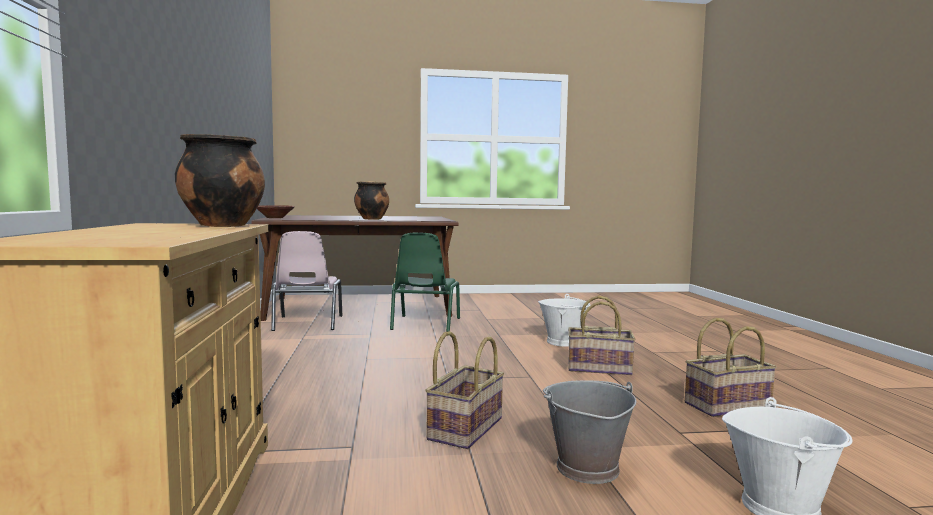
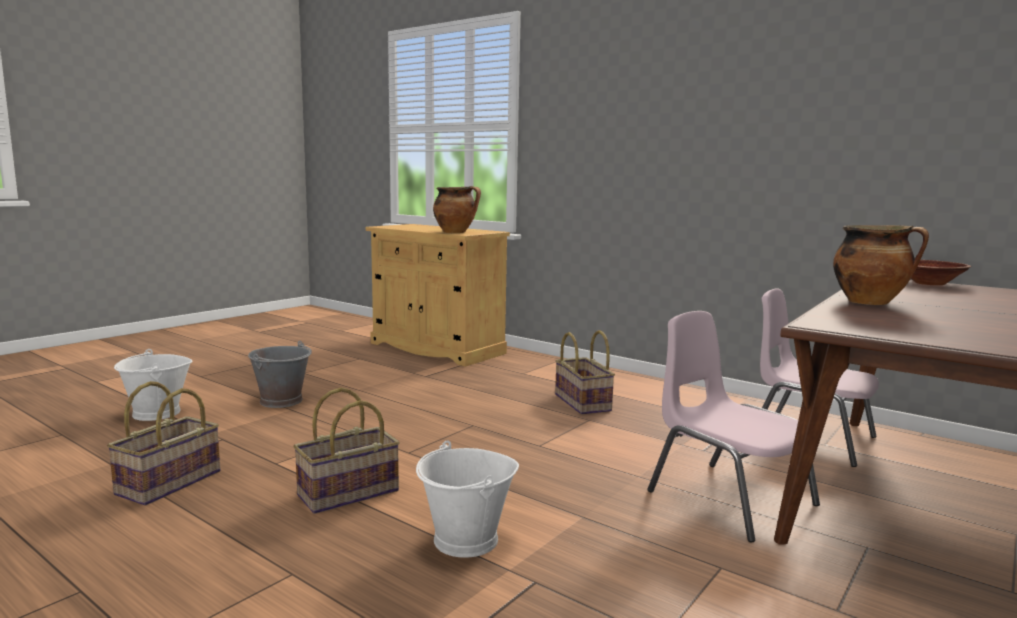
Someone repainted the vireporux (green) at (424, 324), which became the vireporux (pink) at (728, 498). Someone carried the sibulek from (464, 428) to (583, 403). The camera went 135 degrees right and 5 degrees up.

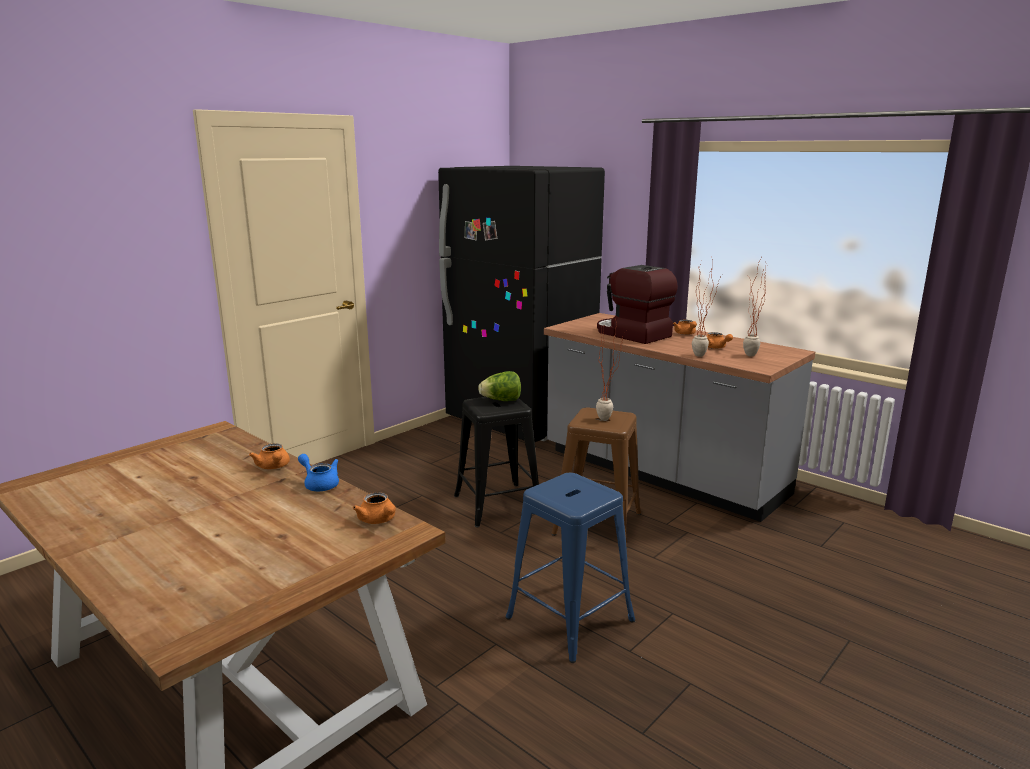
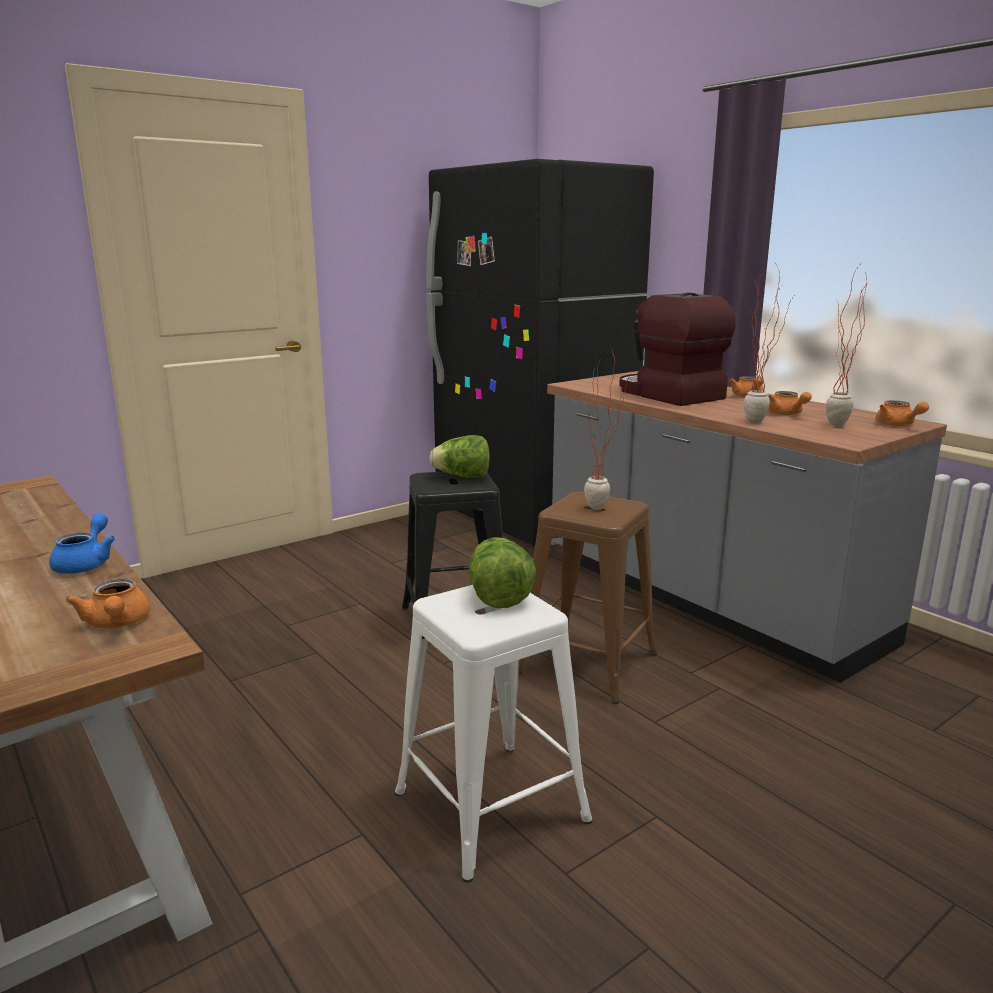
Someone carried the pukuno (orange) from (273, 467) to (897, 425). Someone rotated the pukuno (blue) at (319, 484) by 45 degrees clockwise. Someone repainted the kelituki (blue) at (569, 619), which became the kelituki (white) at (490, 806). Someone put down the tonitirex at (498, 596). The camera went 10 degrees right and 0 degrees up.

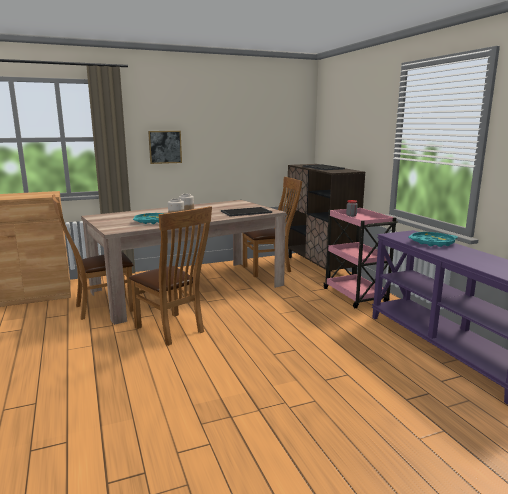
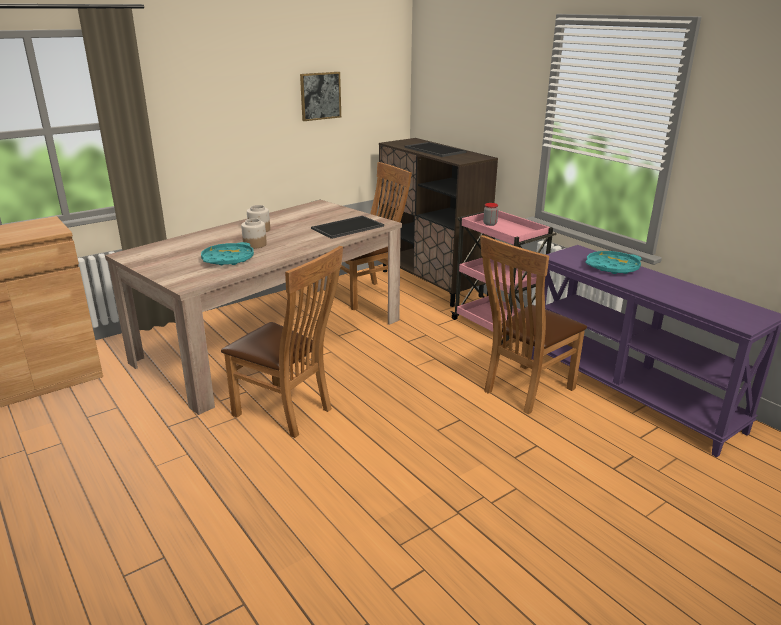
Someone carried the vireporux (brown) from (100, 308) to (524, 391). Someone carried the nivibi from (165, 147) to (320, 96). The camera went 15 degrees left and 10 degrees up.

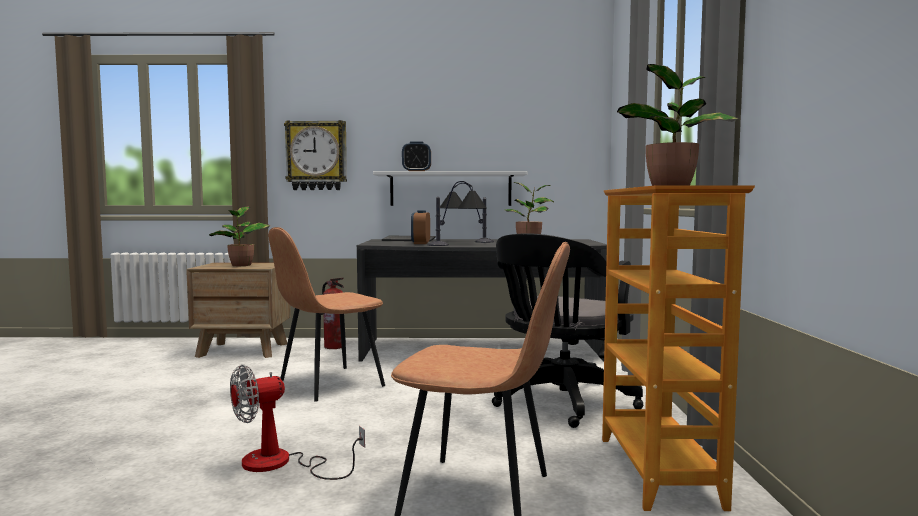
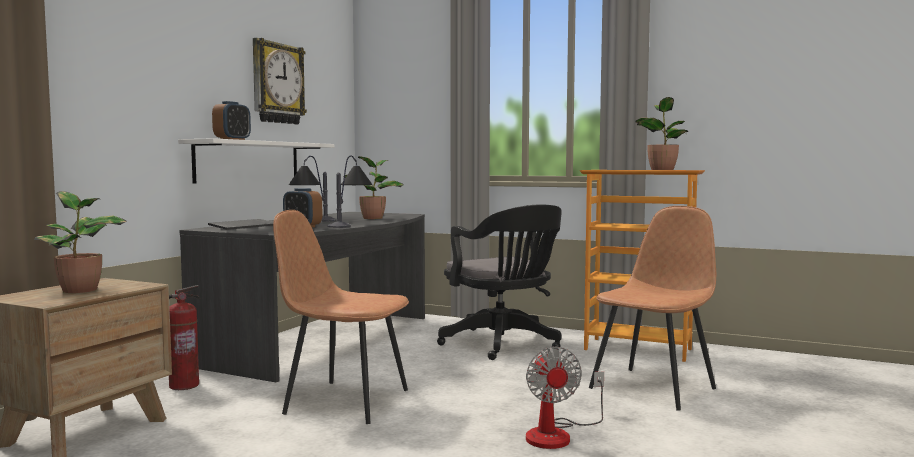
Someone rotated the vireporux (brown) at (328, 384) by 120 degrees clockwise. Someone carried the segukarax from (316, 156) to (277, 83). The camera went 65 degrees left and 0 degrees up.

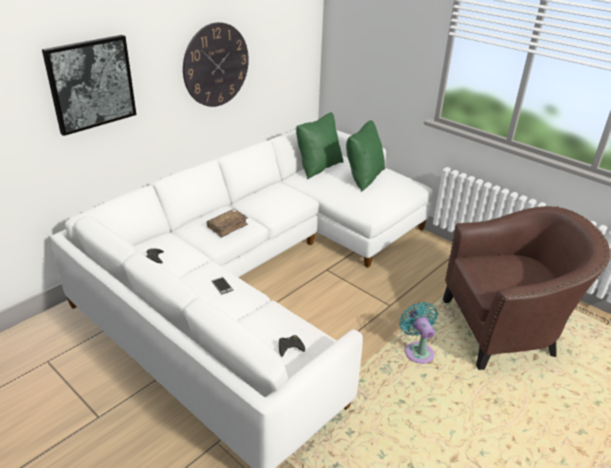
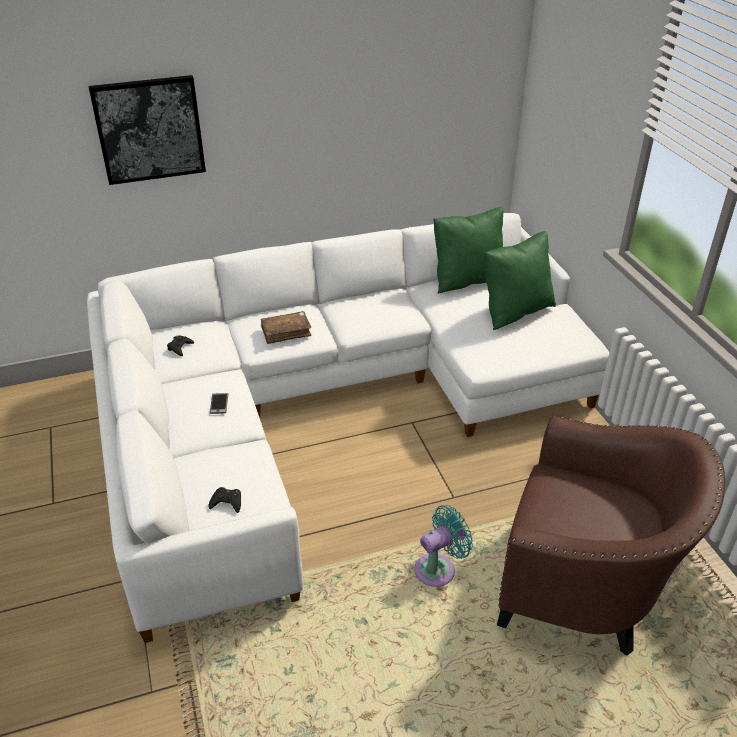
Someone took away the segukarax at (216, 65). Someone rotated the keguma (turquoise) at (417, 351) by 45 degrees clockwise. The camera went 30 degrees right and 5 degrees up.

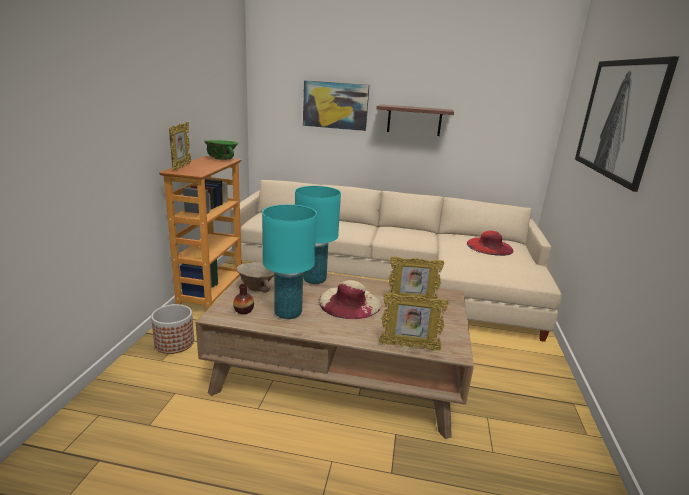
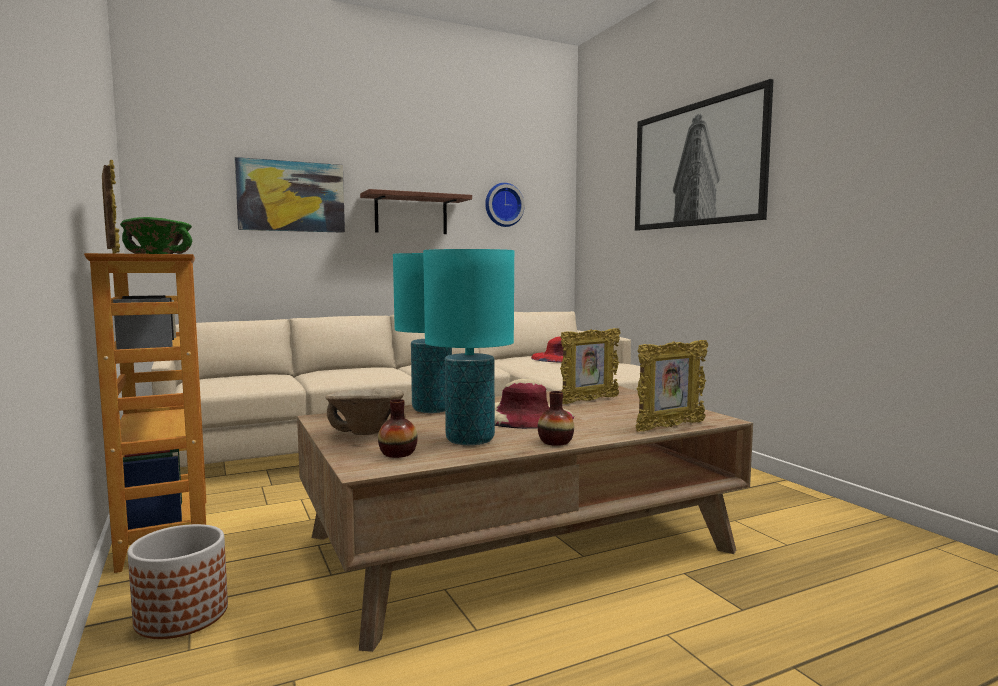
Someone put up the segukarax at (503, 205). Someone put down the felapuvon at (555, 442). The camera went 35 degrees left and 15 degrees down.

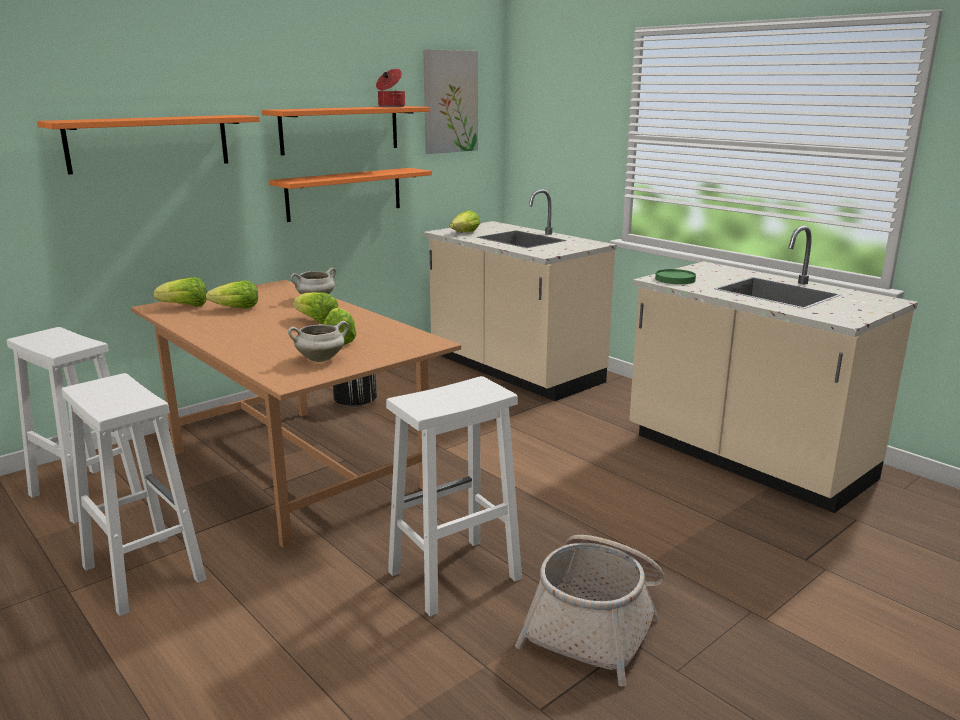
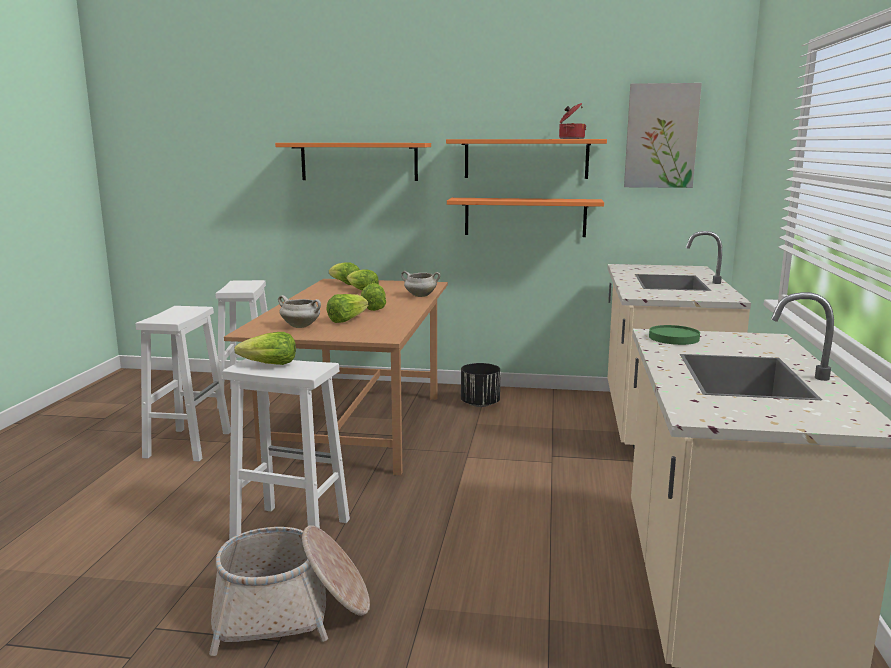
Someone carried the tonitirex from (465, 233) to (269, 365). The camera went 50 degrees right and 5 degrees down.

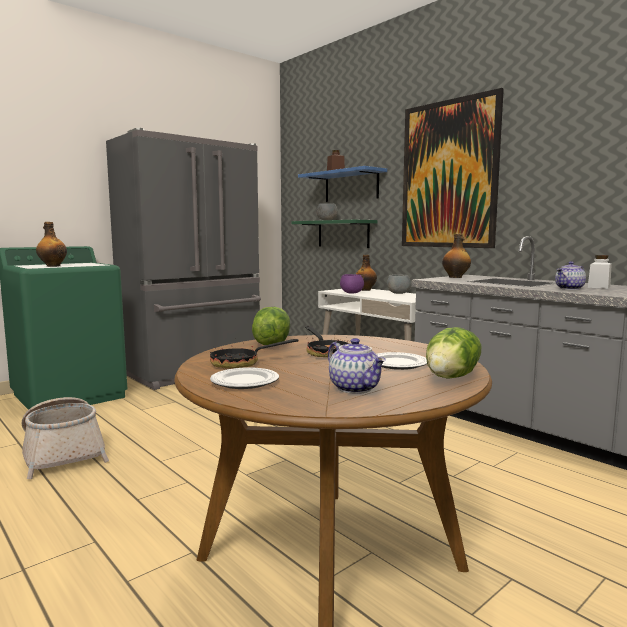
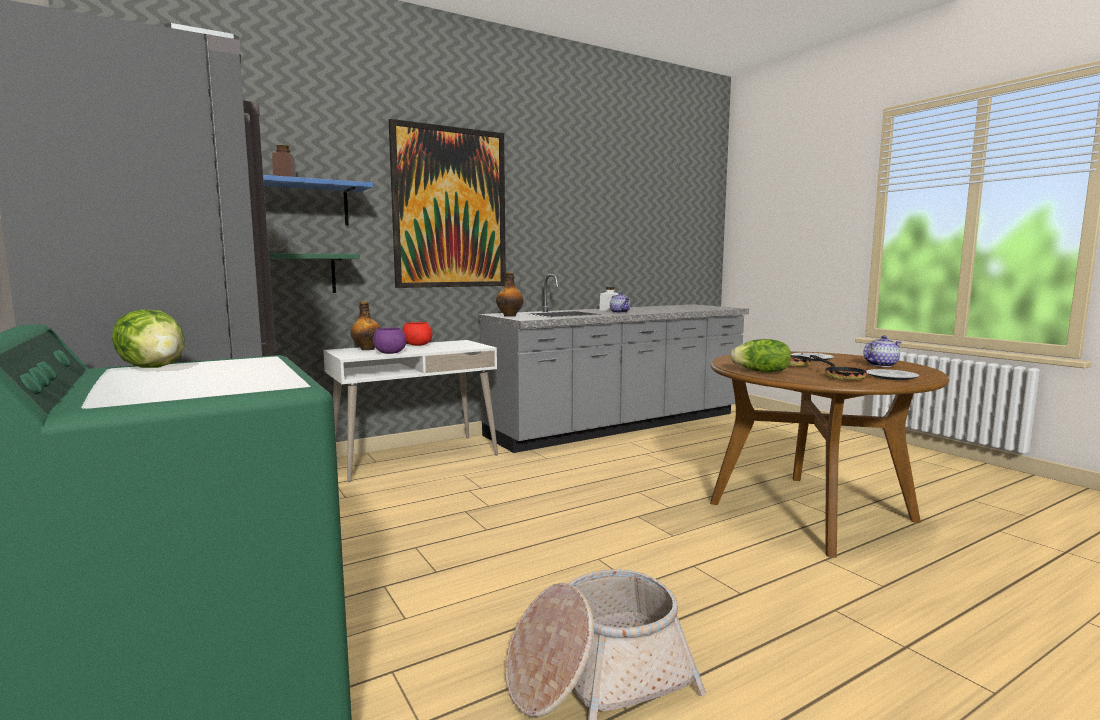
Someone took away the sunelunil at (53, 266). Someone repainted the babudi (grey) at (398, 293), which became the babudi (red) at (417, 345). Someone carried the tonitirex from (452, 377) to (155, 367). The camera went 80 degrees left and 0 degrees up.

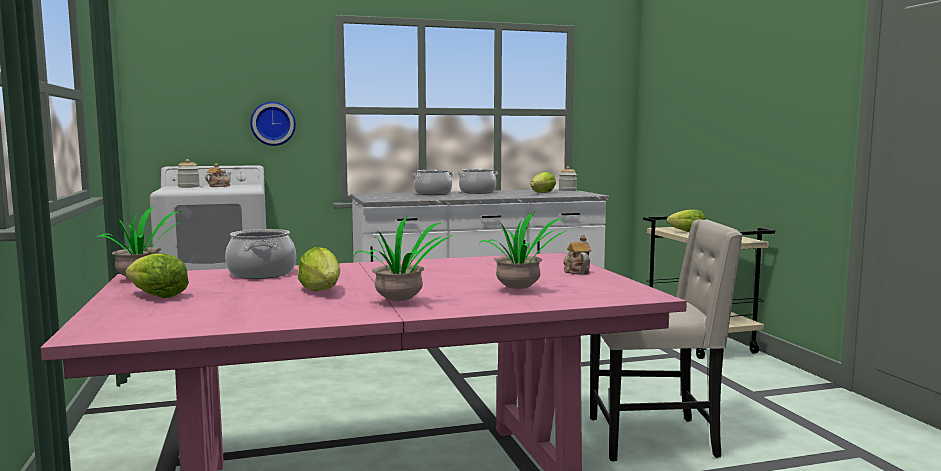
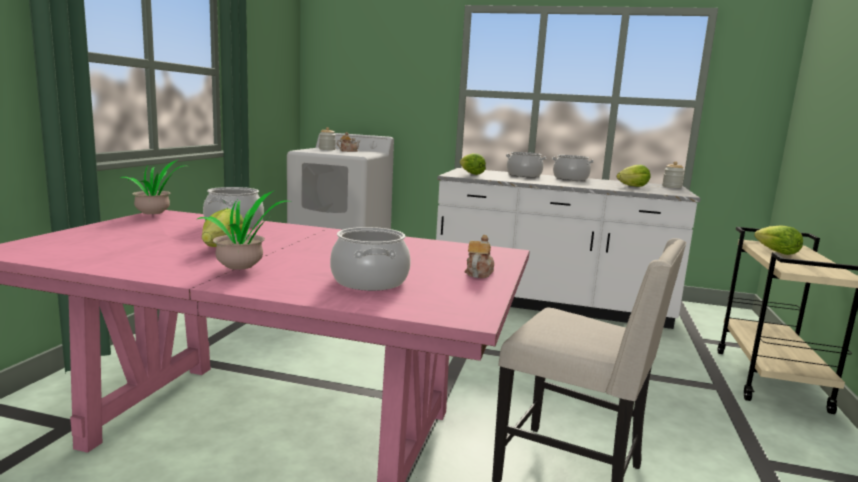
Someone carried the tonitirex from (157, 296) to (471, 174). Someone took away the segukarax at (273, 123). Someone swapped the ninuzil at (521, 290) for the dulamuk at (369, 281). The camera went 30 degrees right and 5 degrees up.

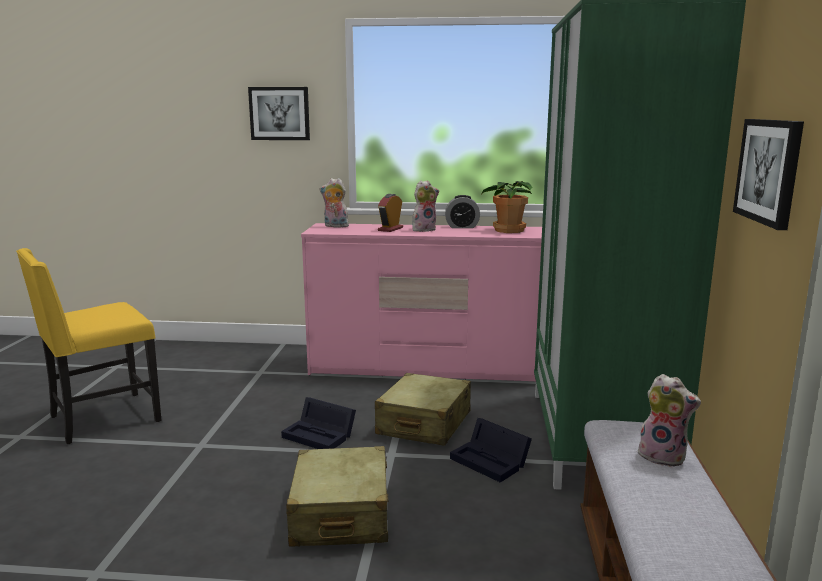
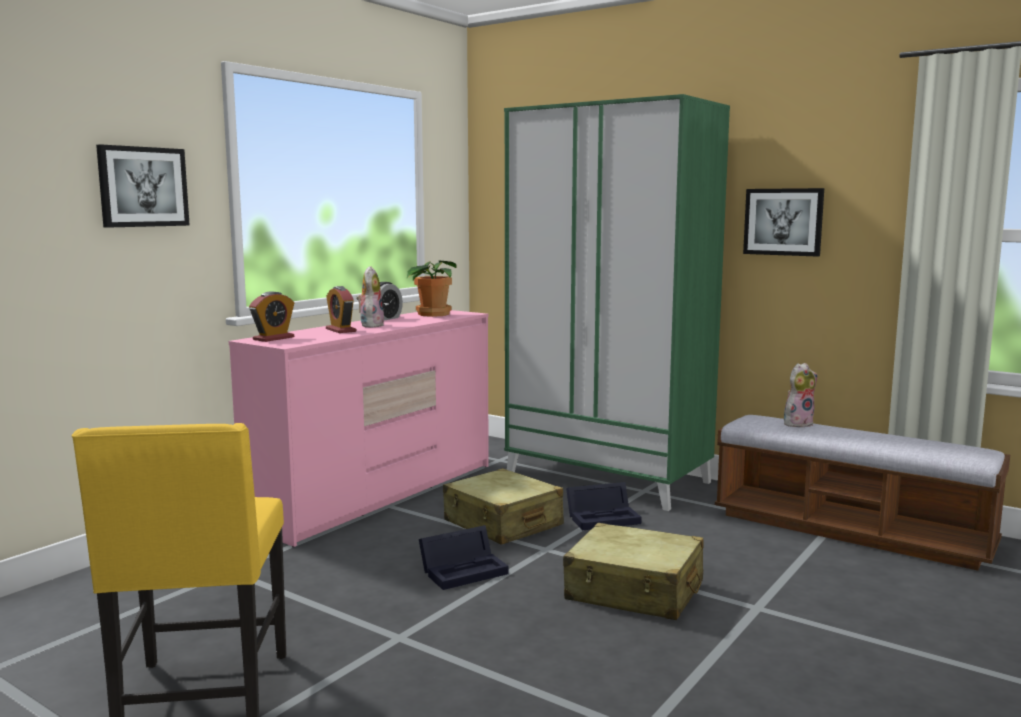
Someone swapped the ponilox at (335, 226) for the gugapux at (273, 338). The camera went 60 degrees left and 5 degrees down.

